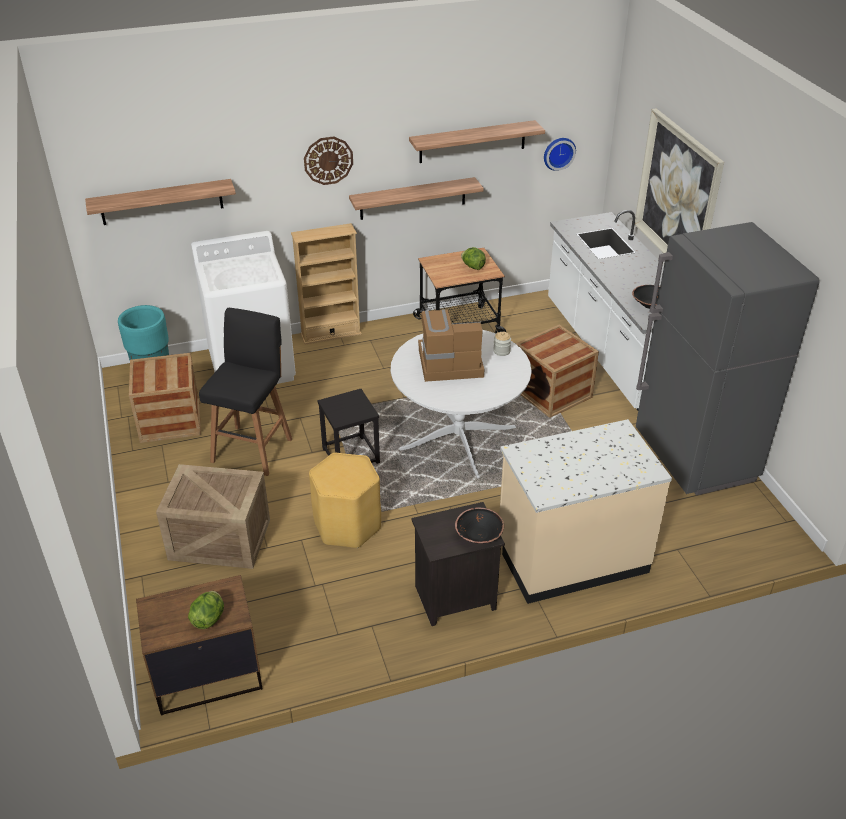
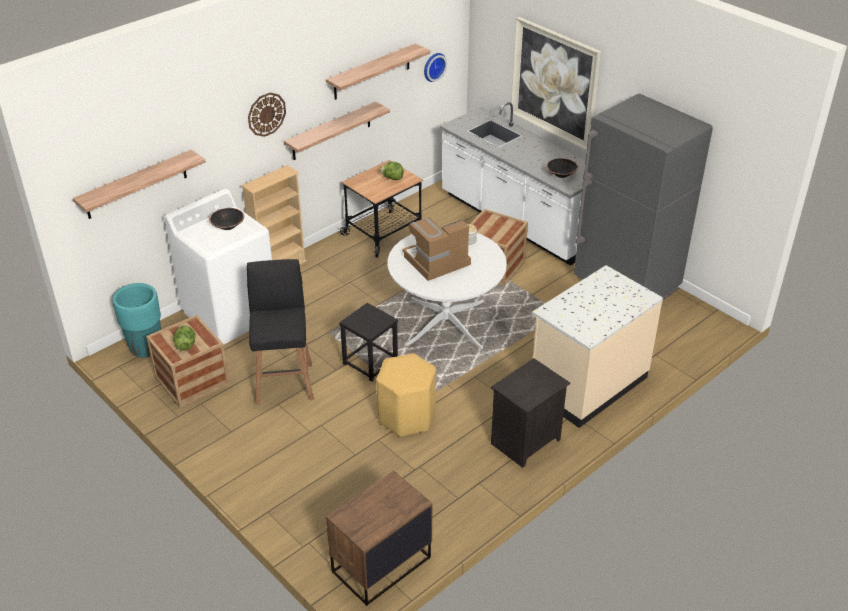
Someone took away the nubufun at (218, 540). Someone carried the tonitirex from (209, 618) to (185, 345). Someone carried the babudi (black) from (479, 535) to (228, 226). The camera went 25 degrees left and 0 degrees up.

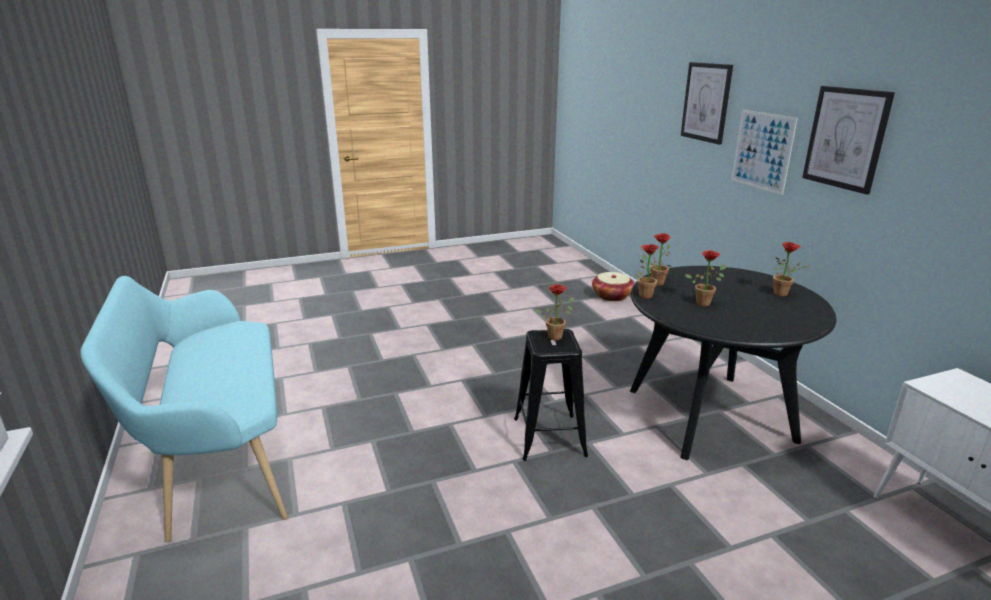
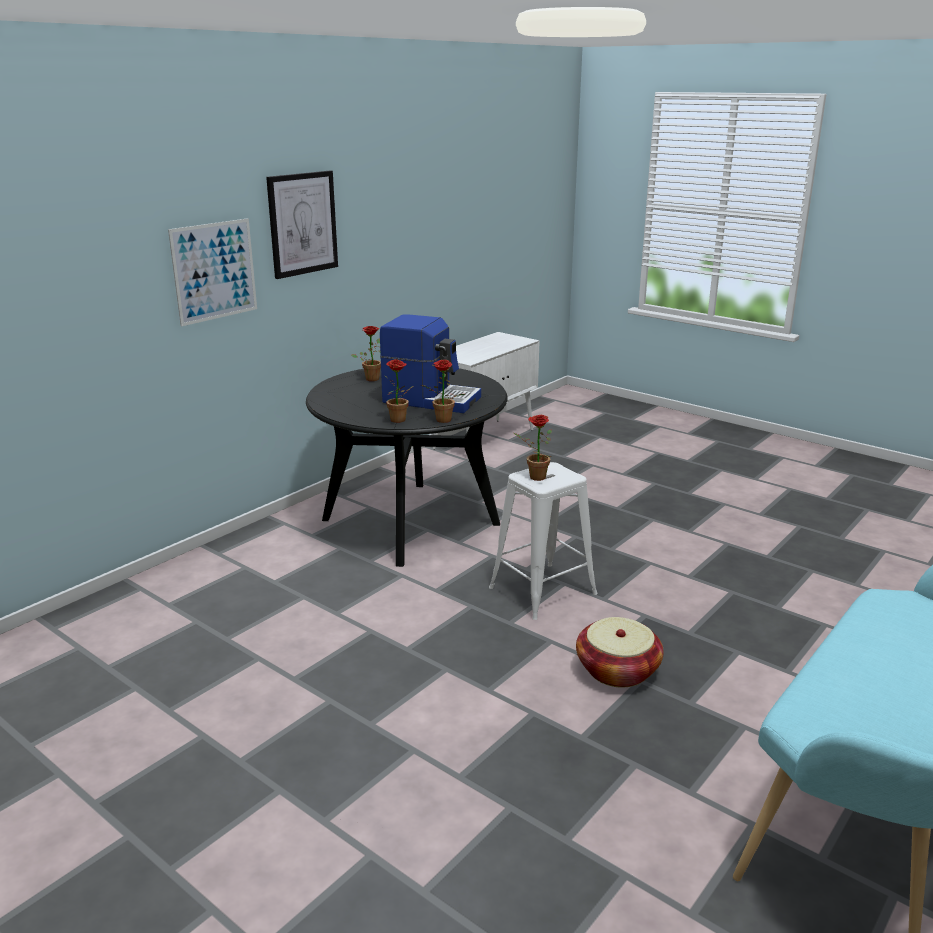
Someone repainted the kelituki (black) at (549, 437), which became the kelituki (white) at (543, 590). Someone carried the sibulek from (612, 296) to (617, 670). Someone took away the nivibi at (706, 102). Someone swapped the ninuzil at (704, 302) for the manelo at (431, 399). The camera went 120 degrees left and 0 degrees up.

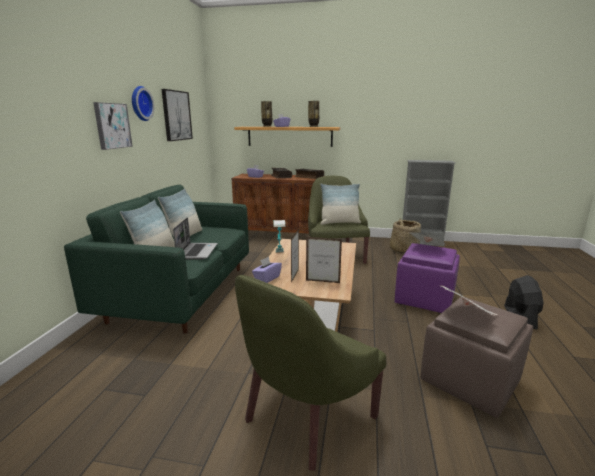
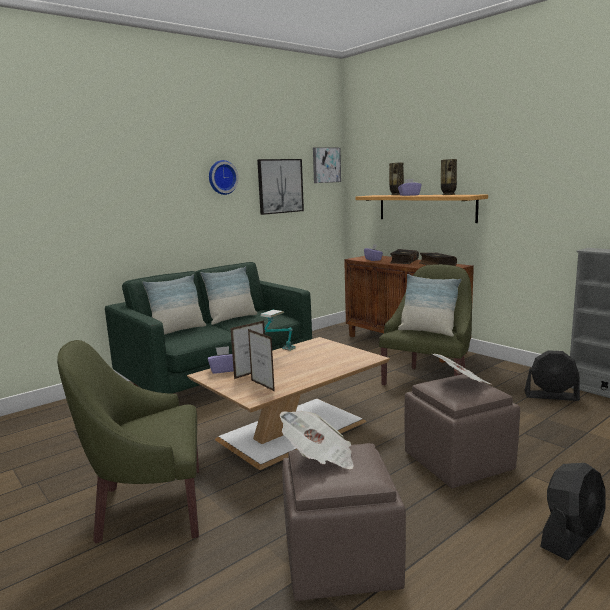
Someone carried the nivibi from (112, 126) to (326, 165). Someone took away the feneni at (197, 251). Someone swapped the sibulek at (403, 250) for the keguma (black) at (551, 396). Someone repainted the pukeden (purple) at (425, 299), which became the pukeden (brown) at (459, 462). The camera went 40 degrees right and 5 degrees down.

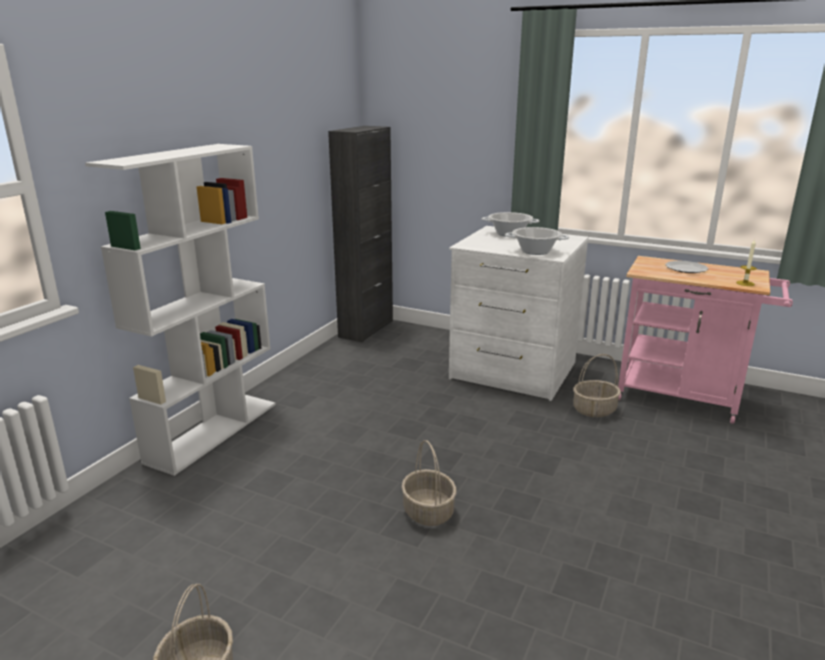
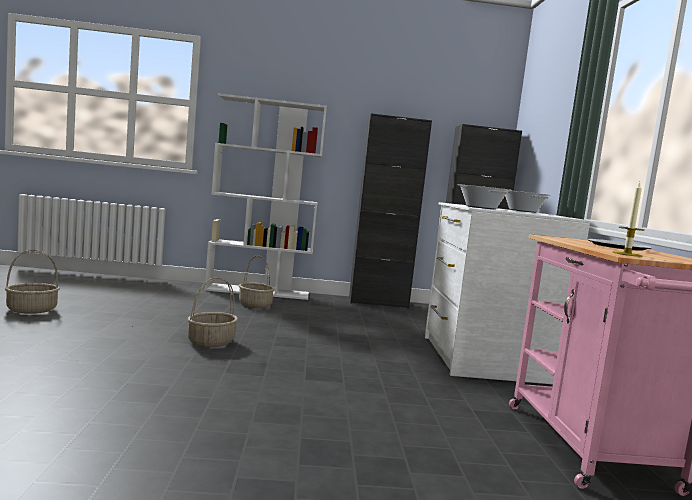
Someone carried the sibulek from (594, 410) to (254, 305). Someone put down the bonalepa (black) at (378, 303). The camera went 60 degrees right and 15 degrees down.

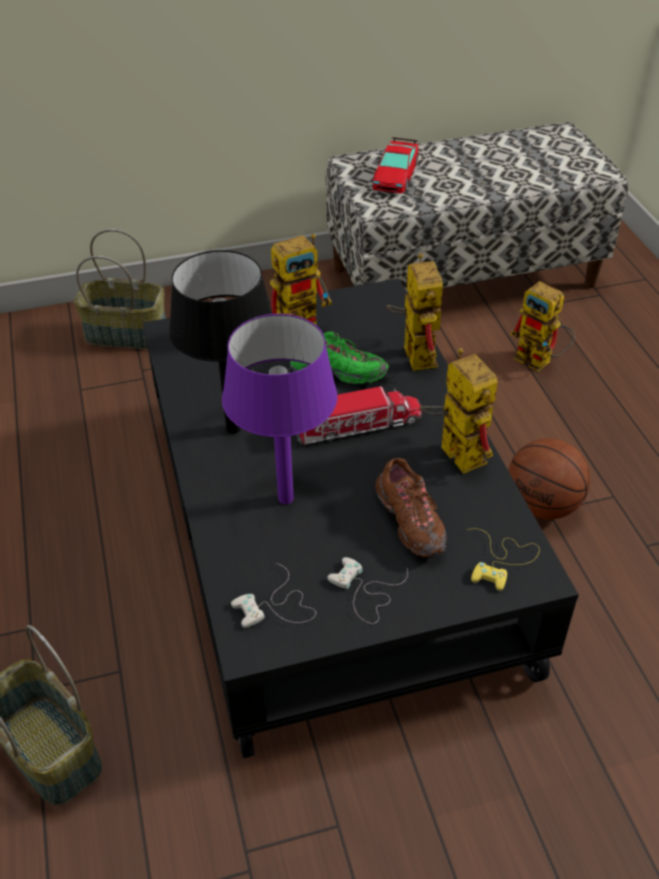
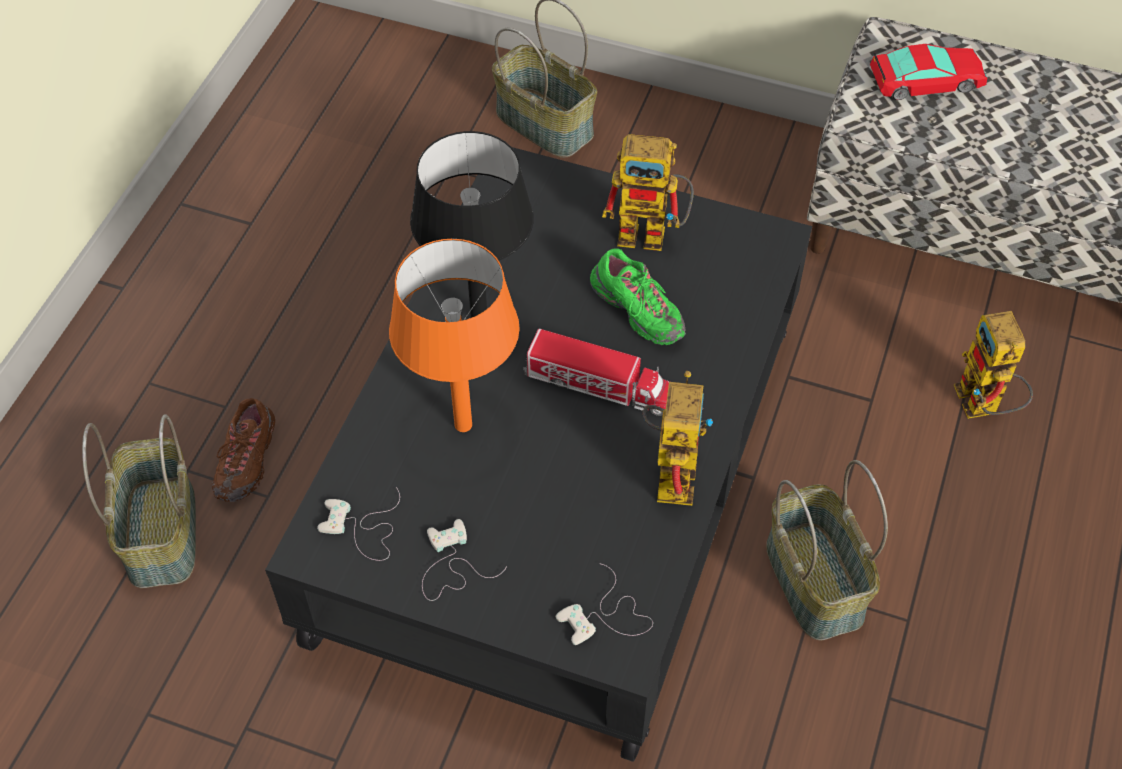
Someone repainted the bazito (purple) at (286, 499), which became the bazito (orange) at (463, 425). Someone rotated the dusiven at (395, 175) by 150 degrees counterclockwise. Someone carried the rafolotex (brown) from (410, 522) to (247, 461). Someone took away the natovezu at (413, 352). Someone repainted the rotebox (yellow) at (502, 560), which became the rotebox (white) at (606, 616). Someone swapped the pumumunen at (543, 505) for the sibulek at (816, 581). The camera went 35 degrees right and 10 degrees up.

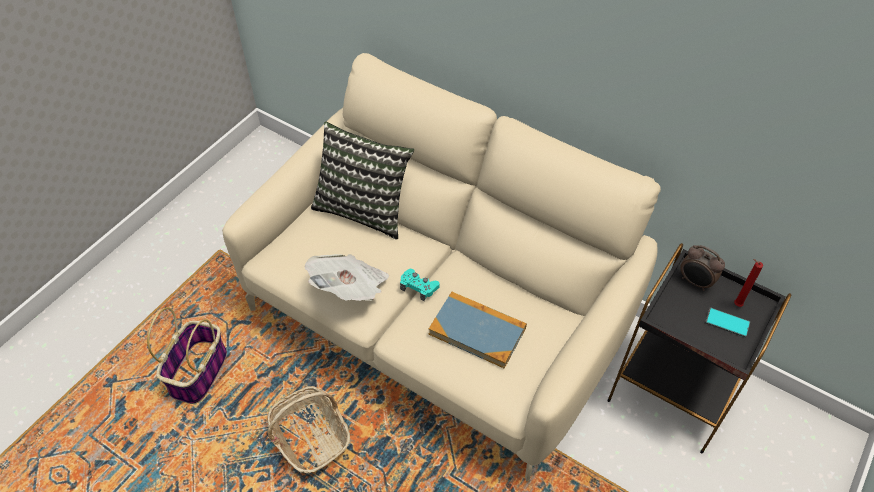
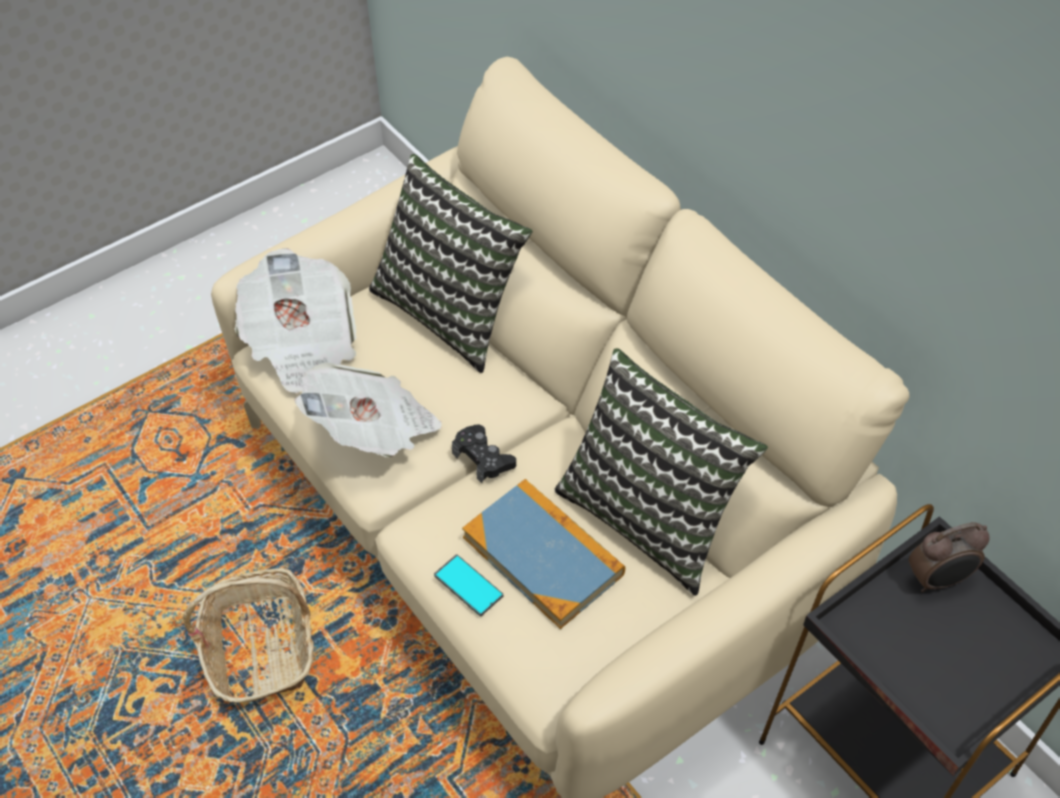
Someone took away the sibulek at (198, 371). Someone repainted the rotebox (turquoise) at (419, 287), which became the rotebox (black) at (483, 458). Someone rotated the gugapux at (695, 282) by 75 degrees counterclockwise. Someone carried the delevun from (727, 323) to (468, 586). Someone took away the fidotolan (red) at (736, 304). Someone put down the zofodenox at (301, 343). Someone put down the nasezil at (650, 514). The camera went 20 degrees right and 0 degrees up.

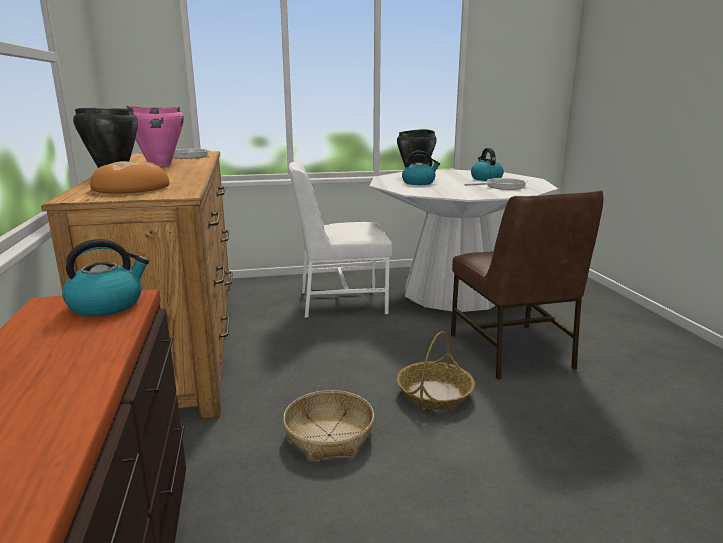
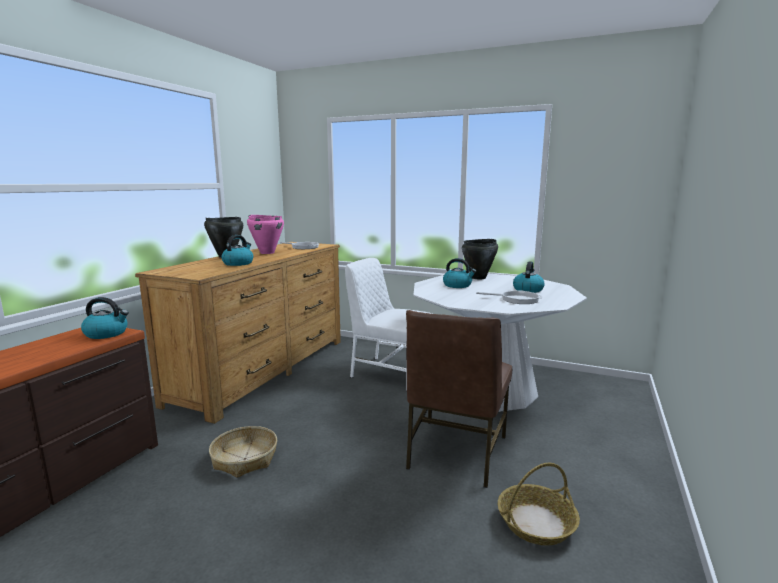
Someone took away the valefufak at (130, 188). Someone carried the sibulek from (434, 393) to (536, 522). Someone put down the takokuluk at (238, 263). The camera went 35 degrees right and 5 degrees down.

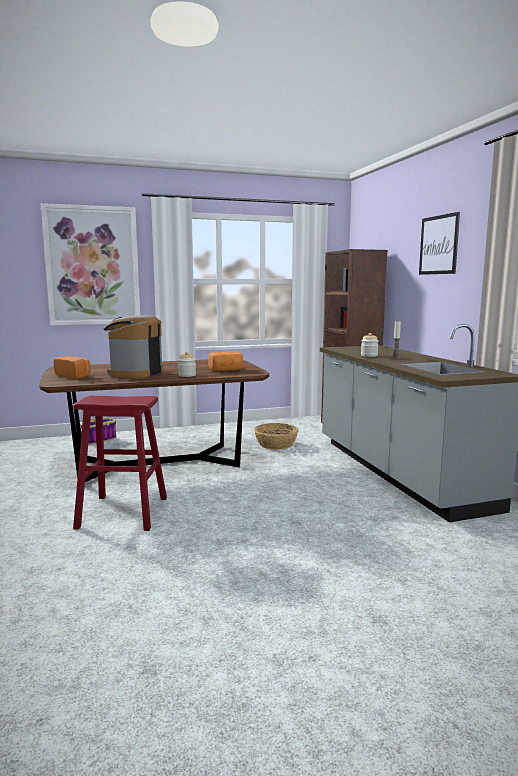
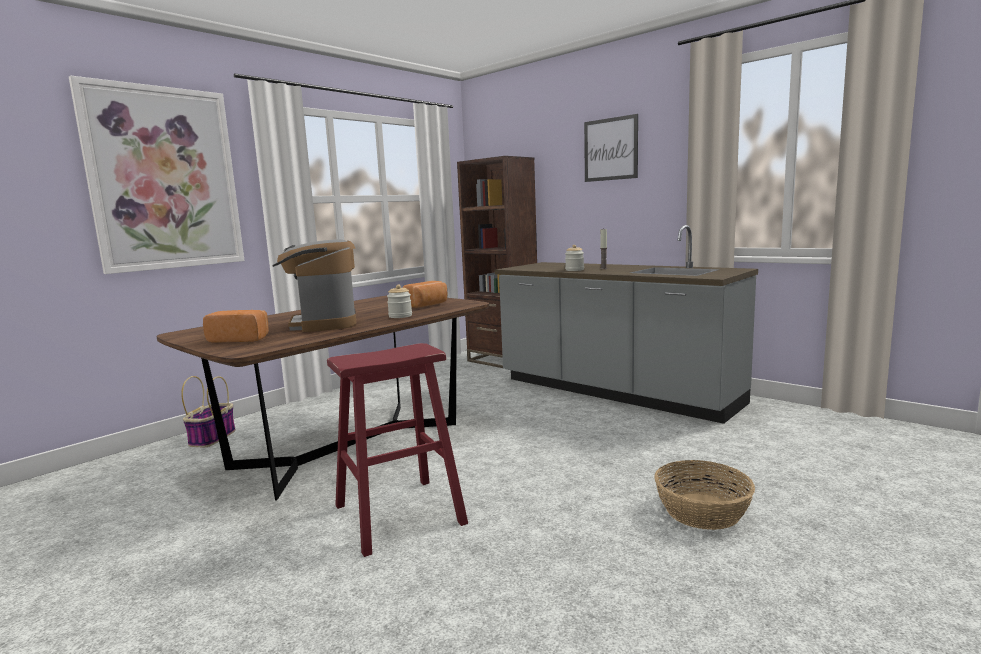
Someone carried the sibulek from (276, 444) to (702, 511). The camera went 30 degrees left and 0 degrees up.

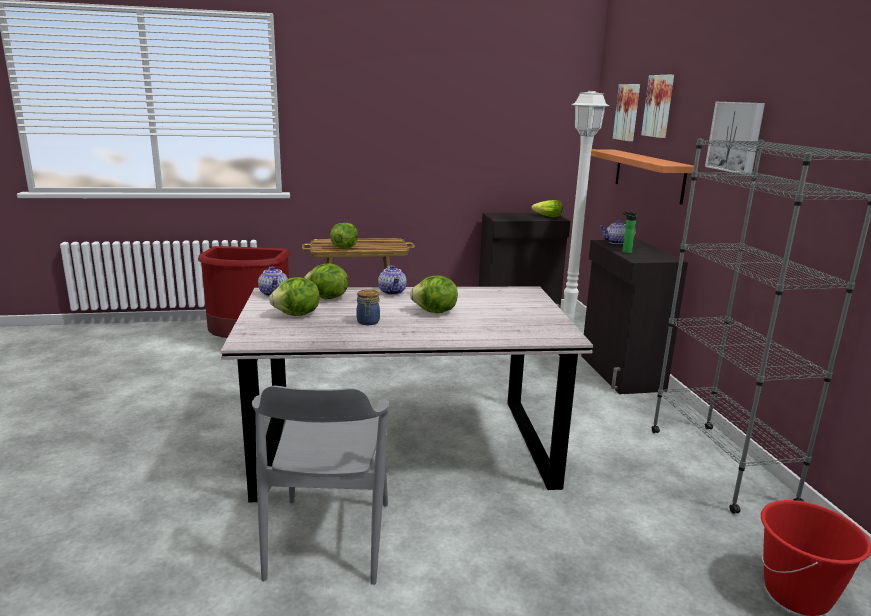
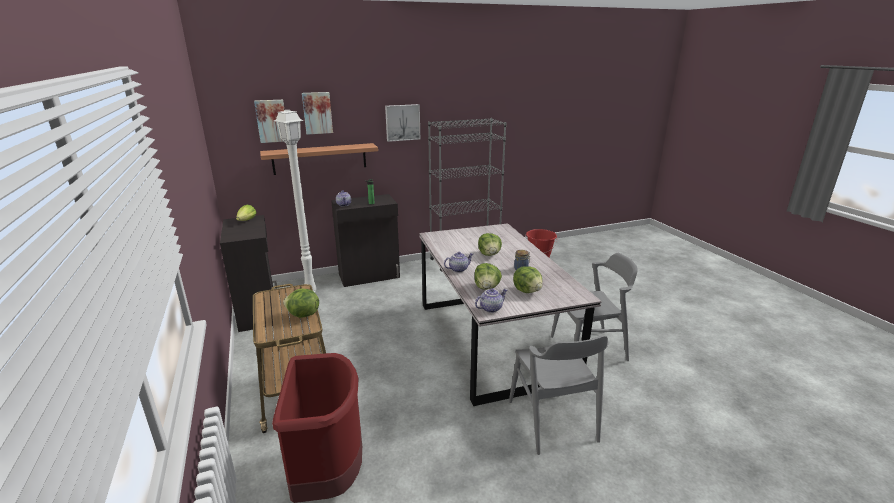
Someone put down the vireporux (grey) at (552, 421). The camera went 100 degrees left and 5 degrees up.

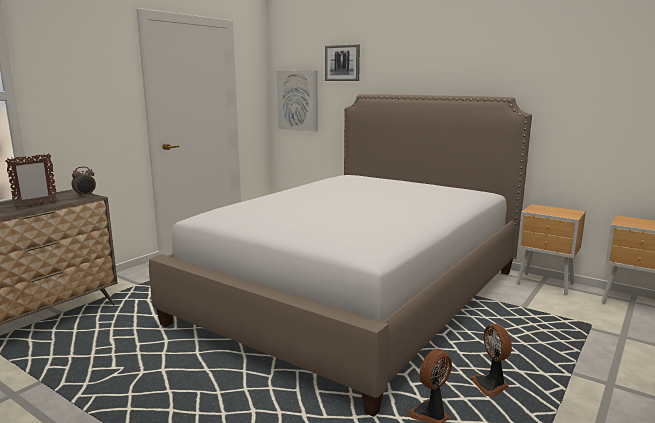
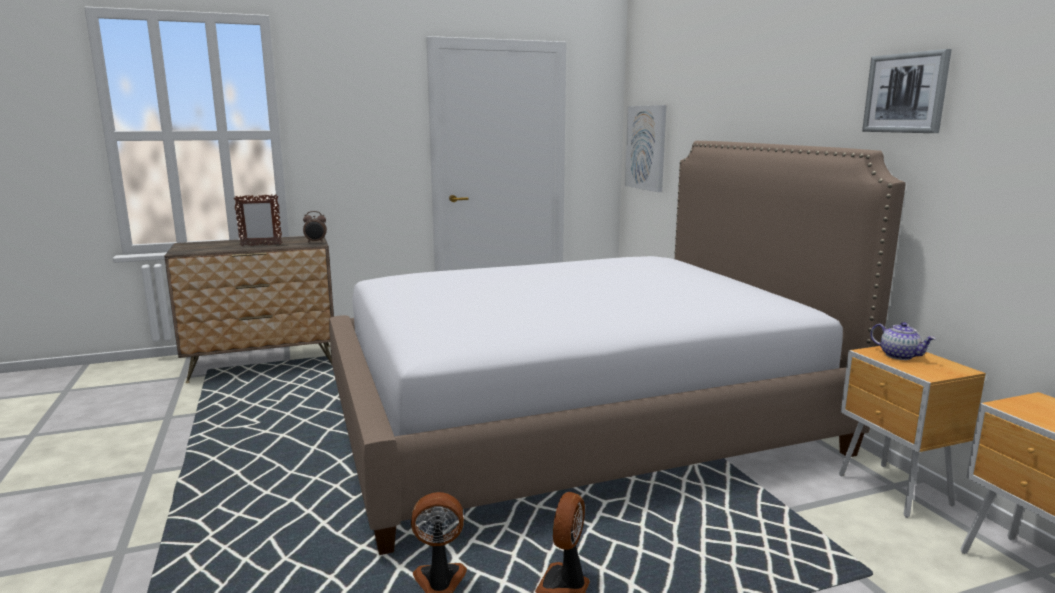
Someone carried the nivibi from (342, 63) to (906, 93). Someone put down the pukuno at (899, 356). The camera went 35 degrees right and 0 degrees up.

